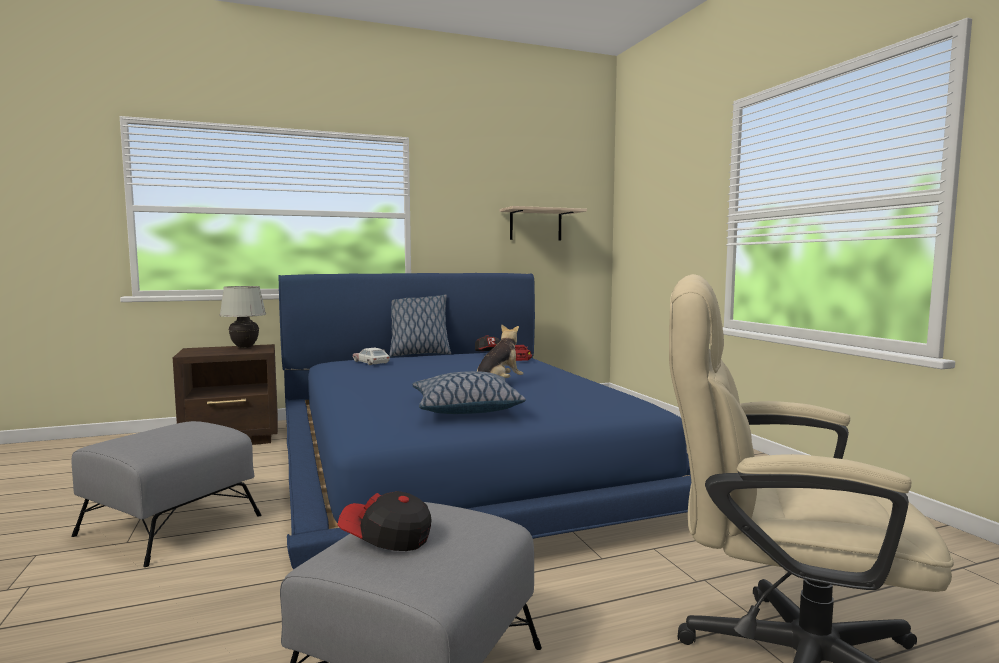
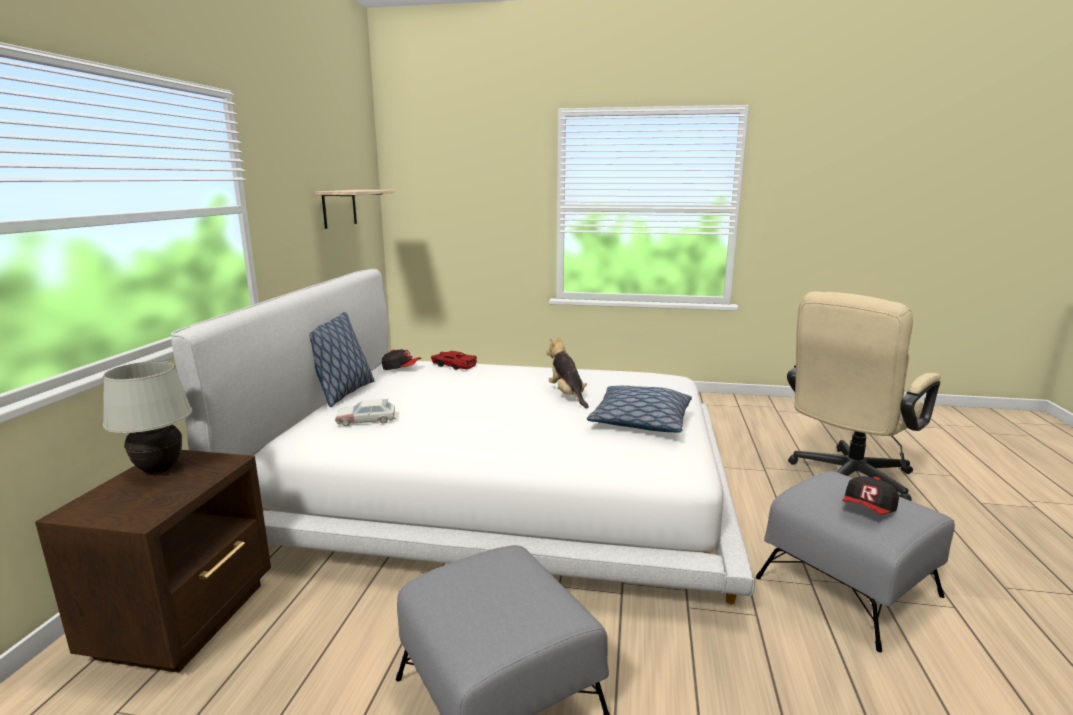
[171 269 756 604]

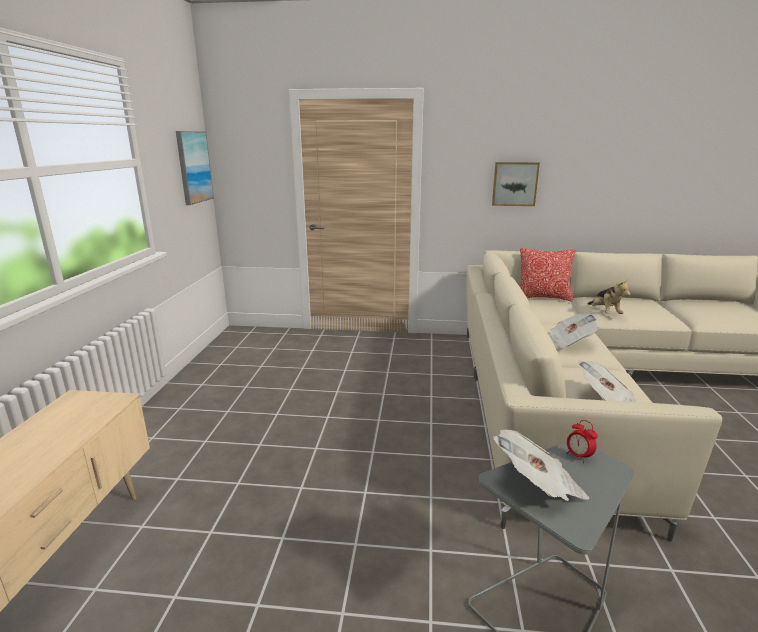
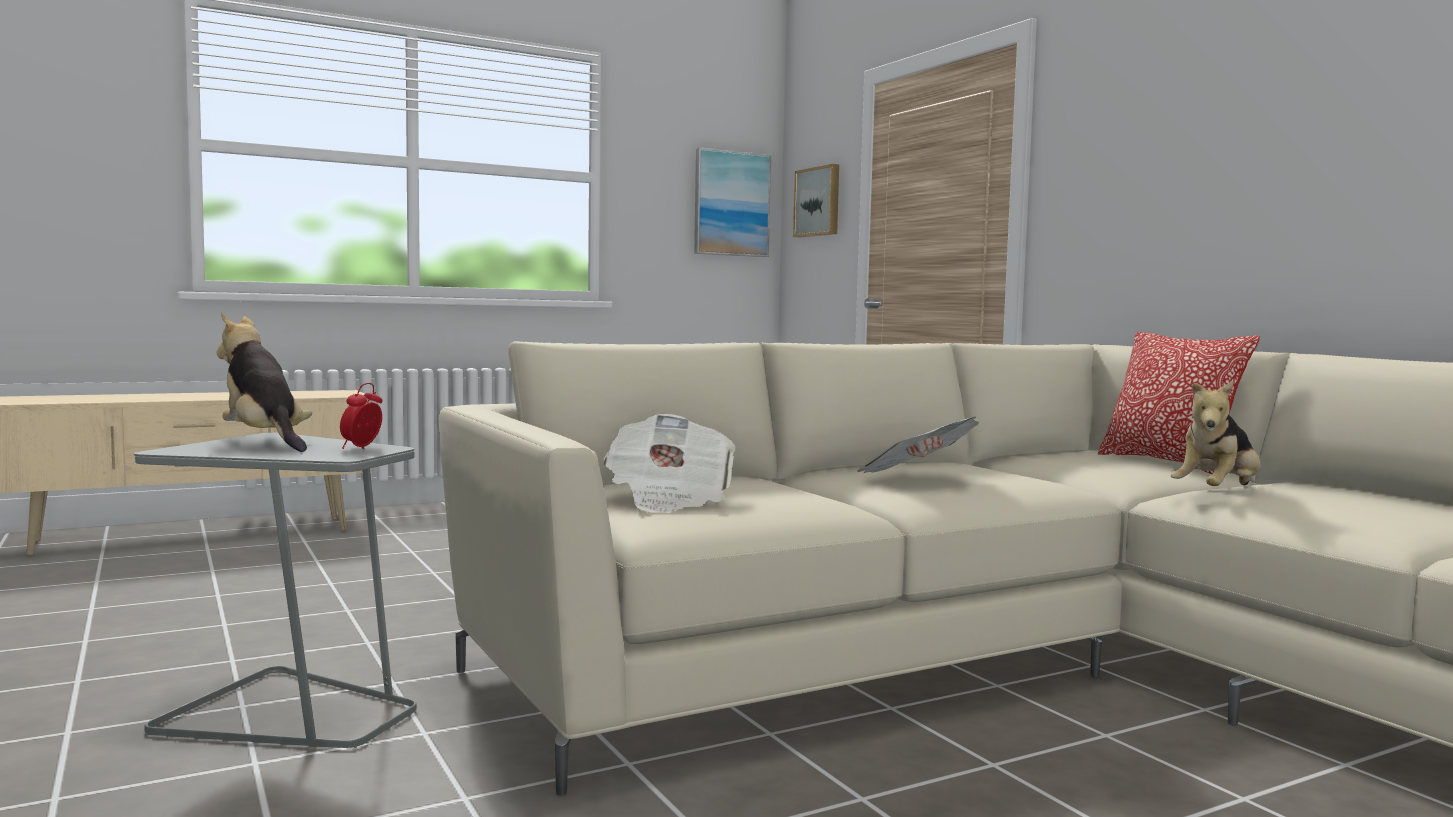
[793 164 839 237]
[216 313 312 452]

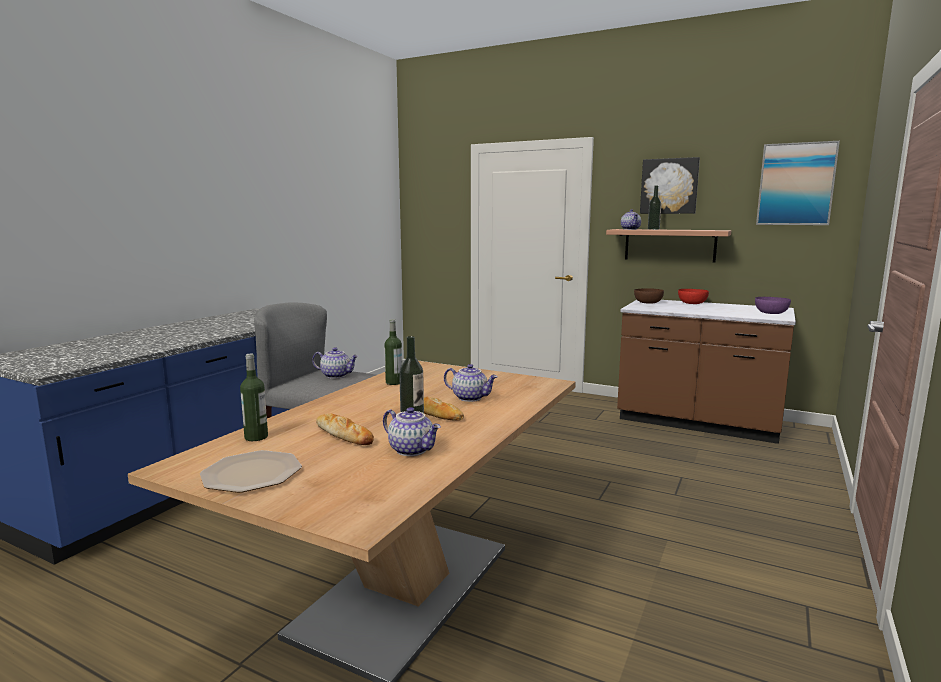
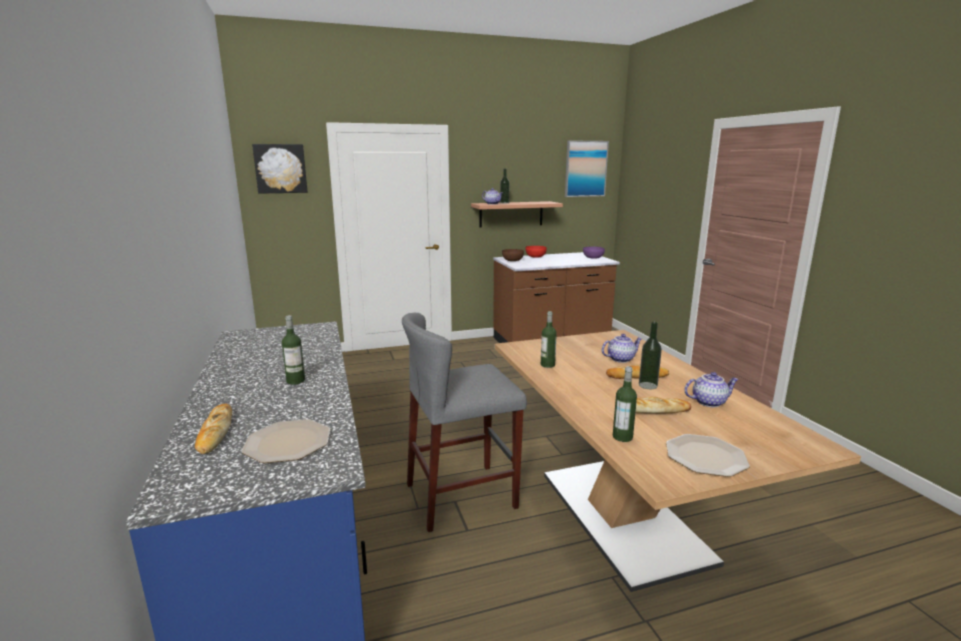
[312 347 359 379] (first image)
[195 404 232 454]
[242 419 330 463]
[282 315 305 385]
[252 144 308 194]

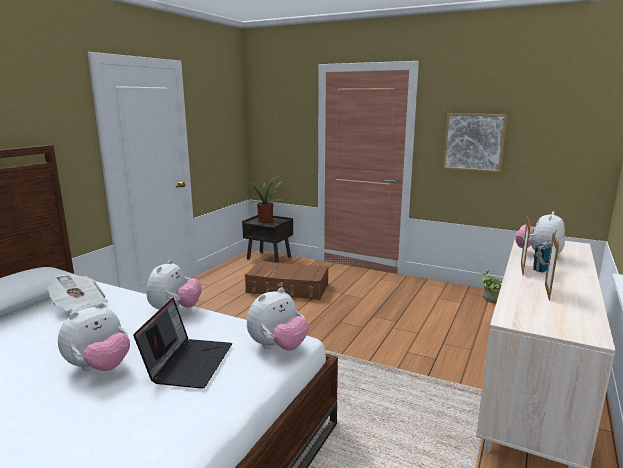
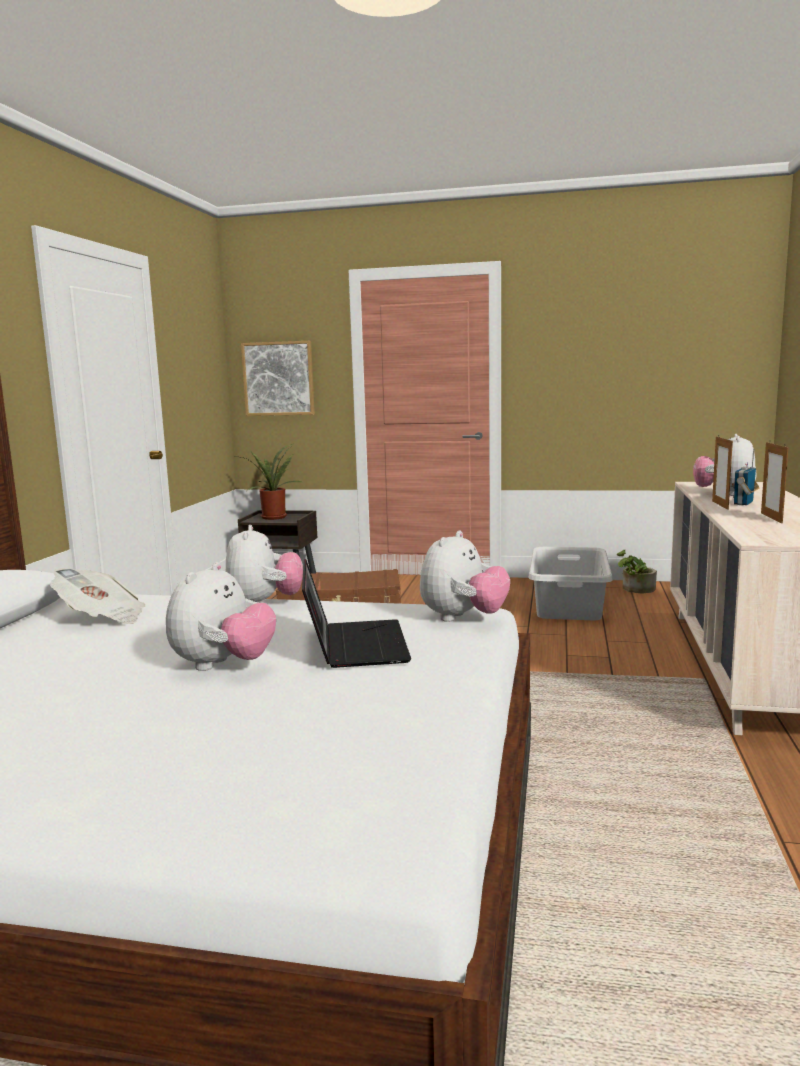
[528 547 613 620]
[241 341 315 416]

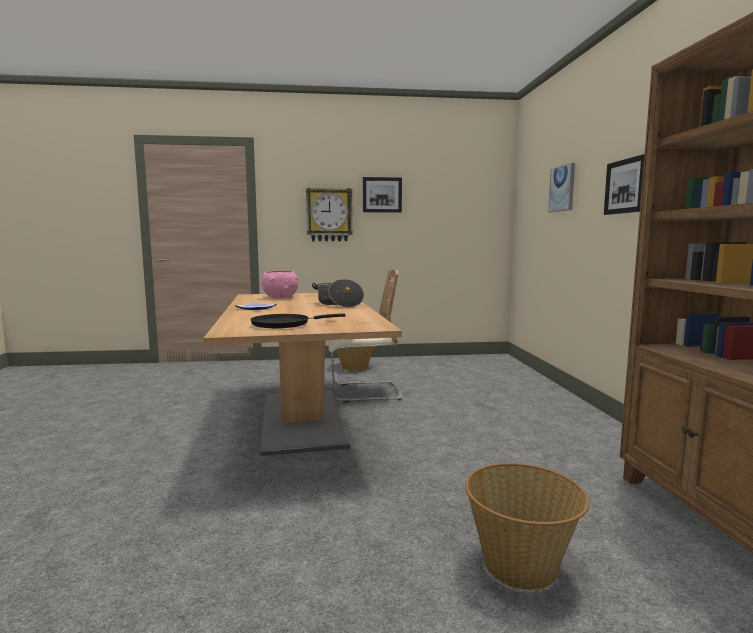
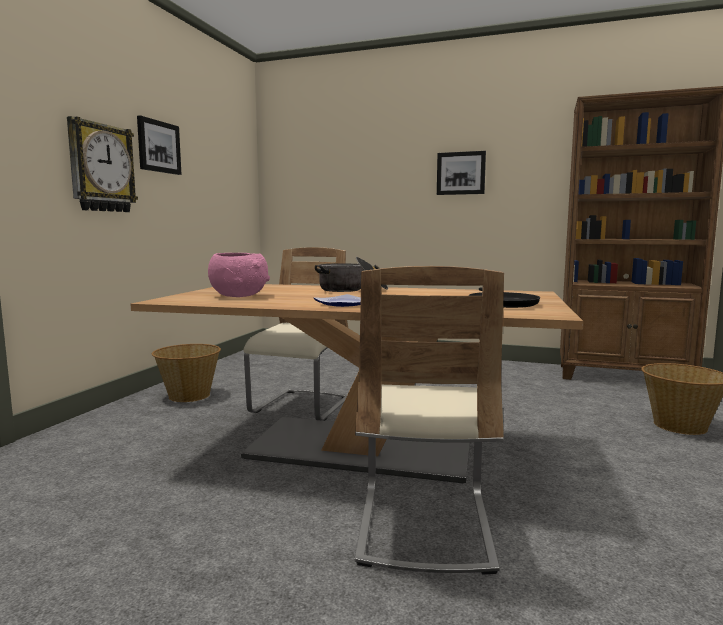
[548 163 575 213] (first image)
[355 266 504 575]

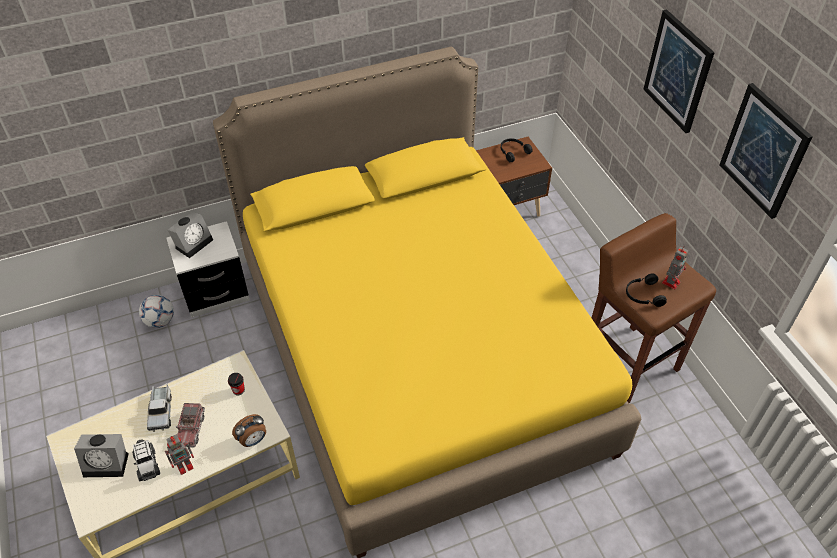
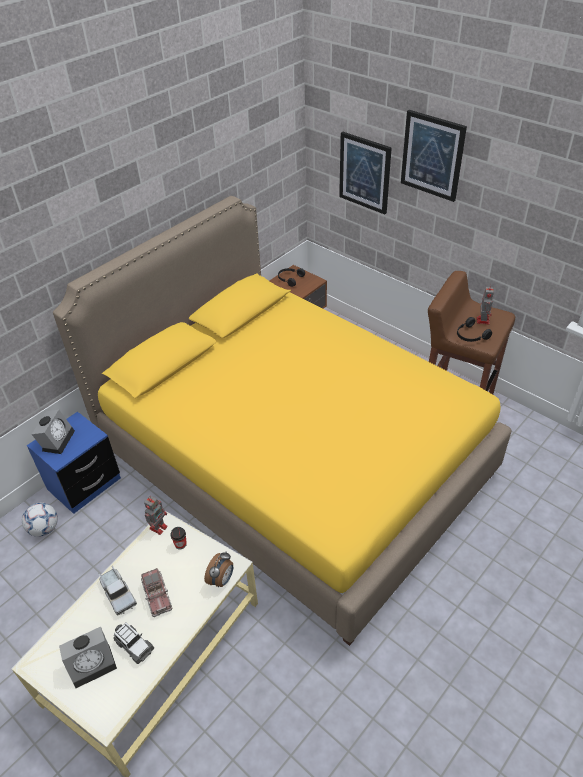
[144 496 168 535]
[339 132 392 214]
[27 412 121 514]

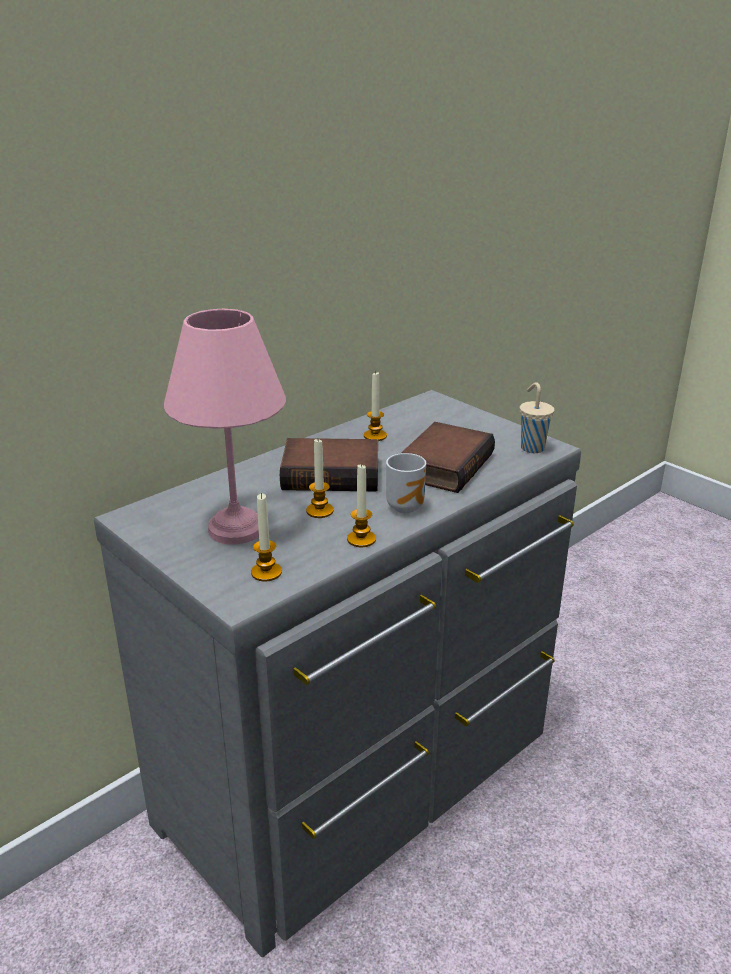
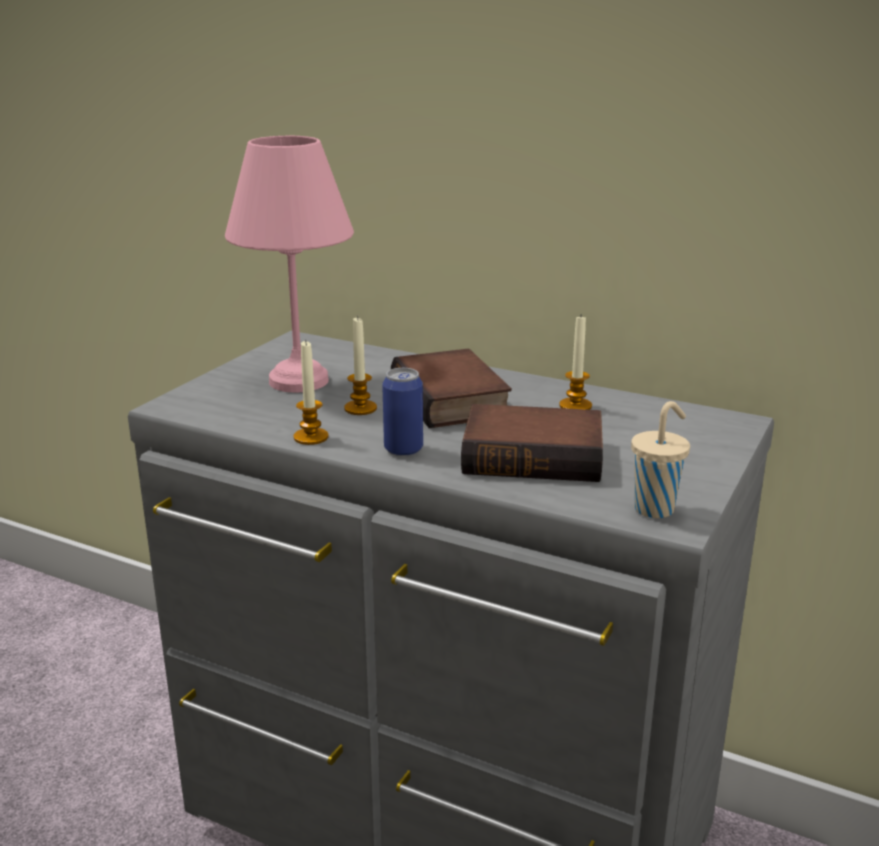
[251 493 282 582] (first image)
[382 368 423 456]

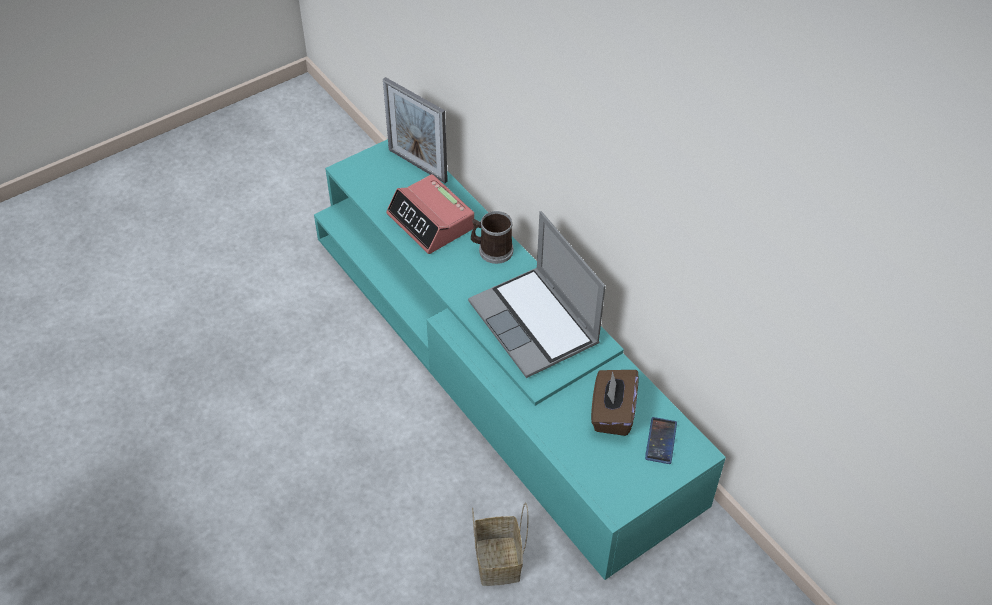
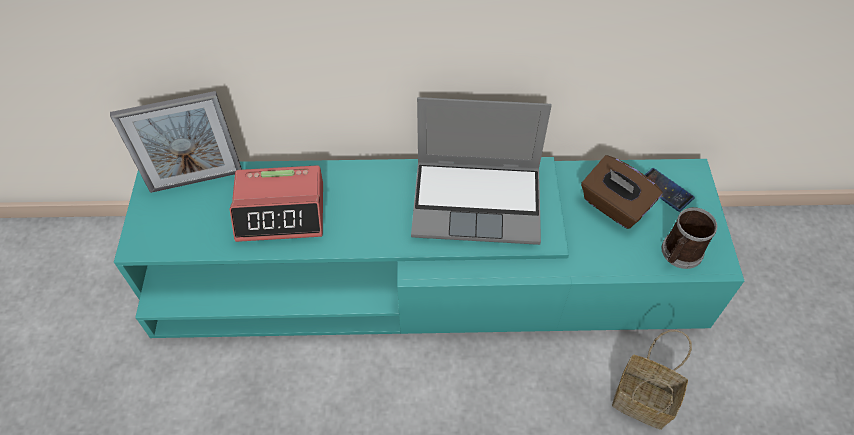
[662 207 717 269]

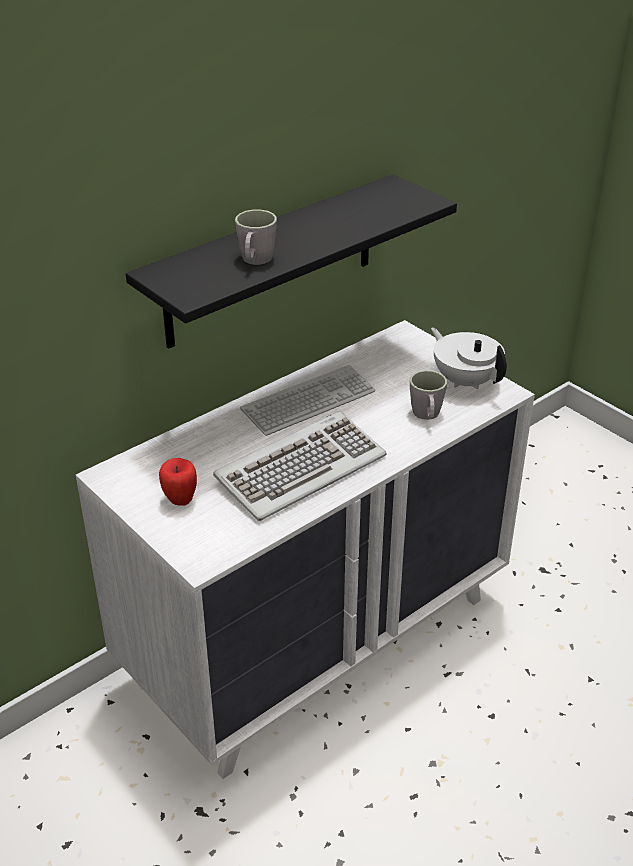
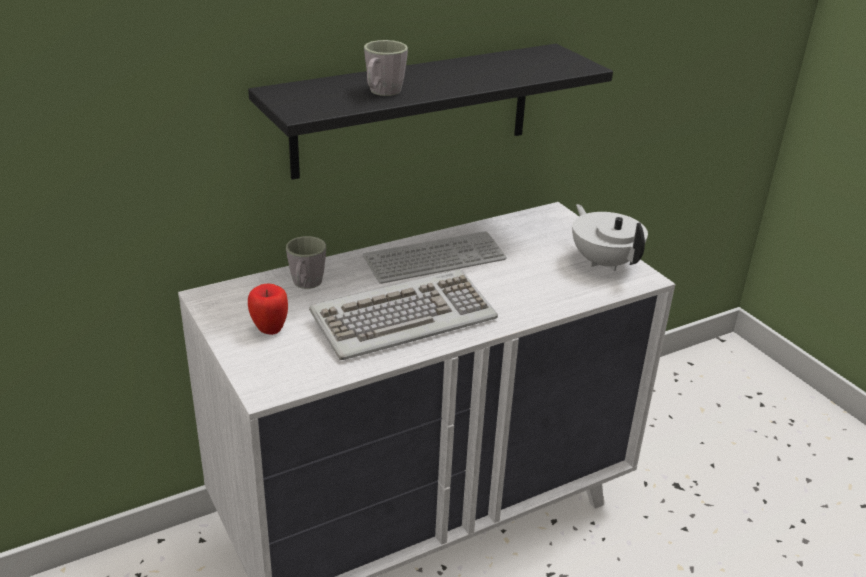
[286 236 326 289]

